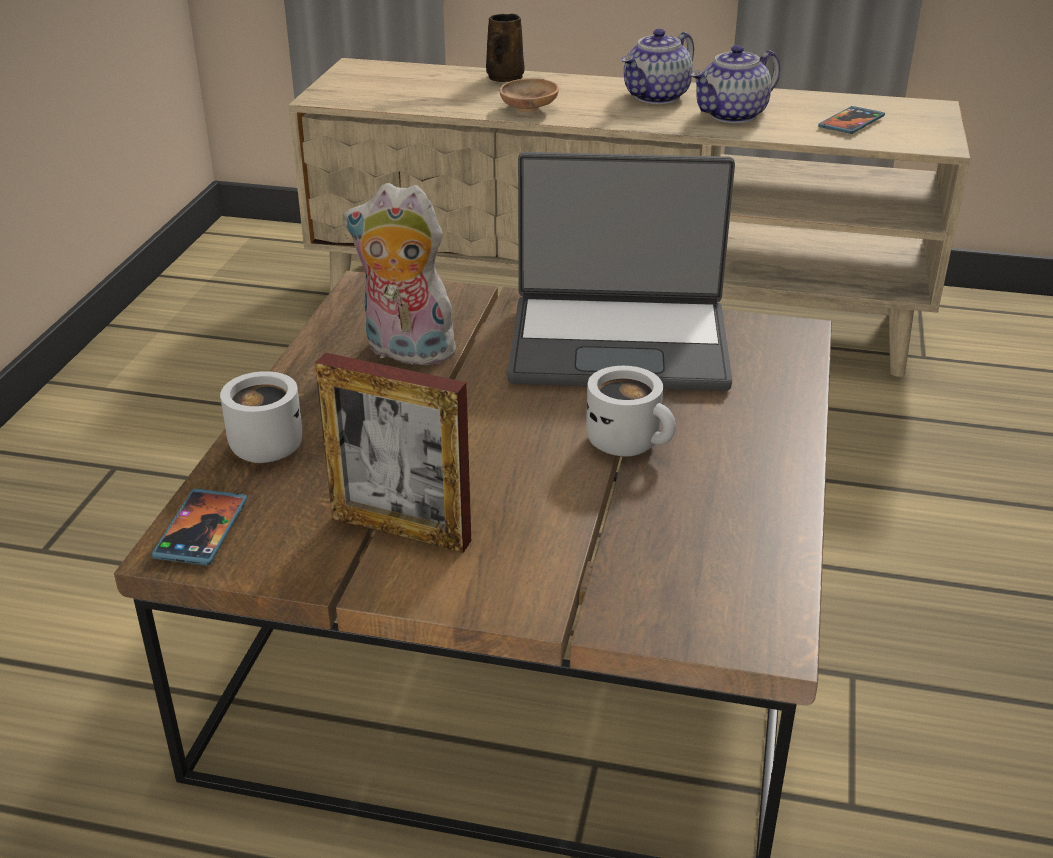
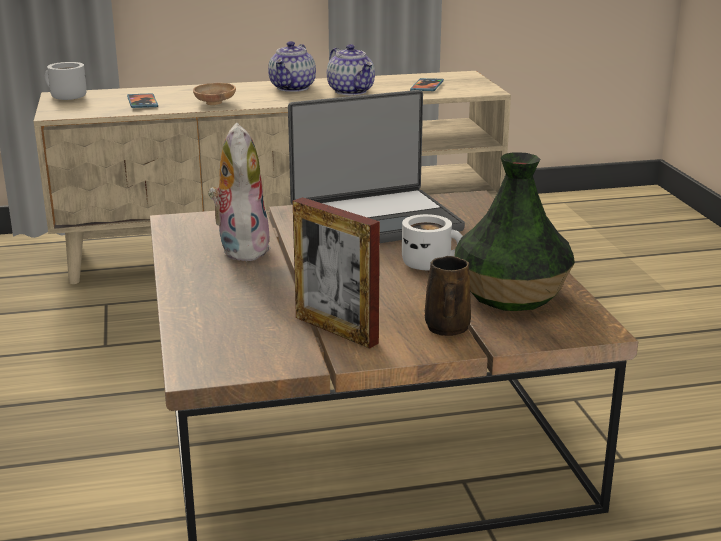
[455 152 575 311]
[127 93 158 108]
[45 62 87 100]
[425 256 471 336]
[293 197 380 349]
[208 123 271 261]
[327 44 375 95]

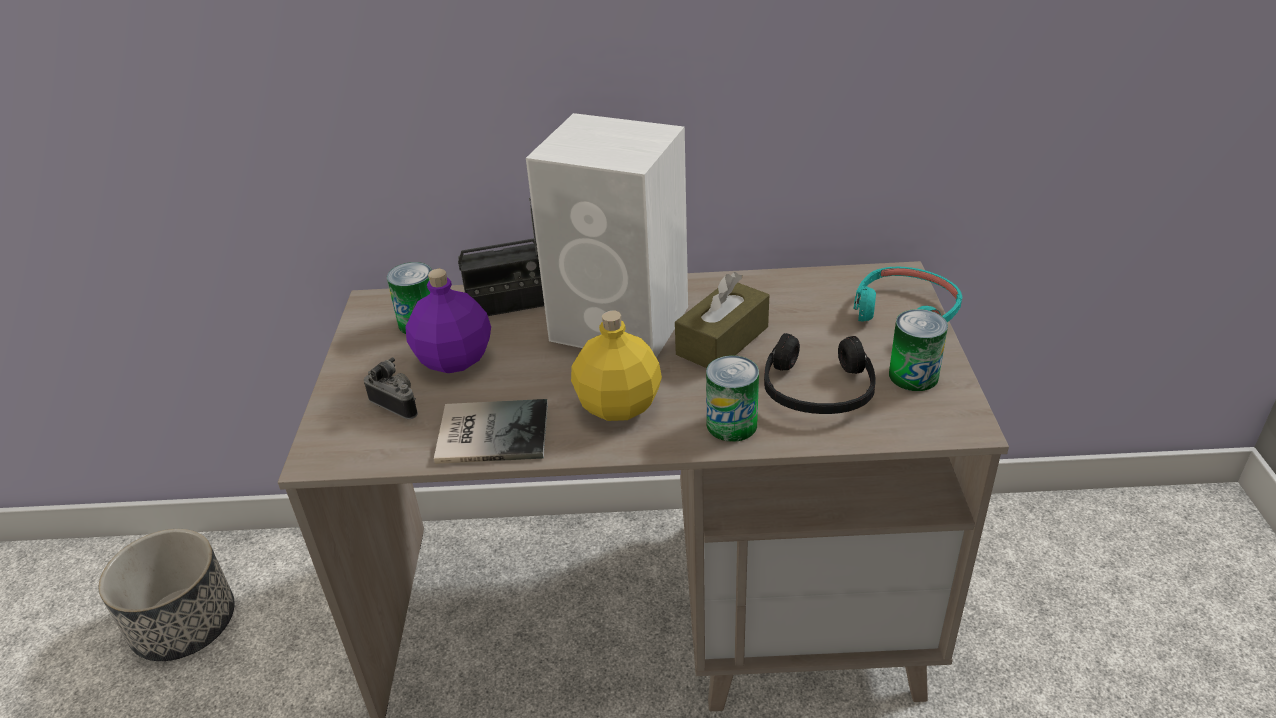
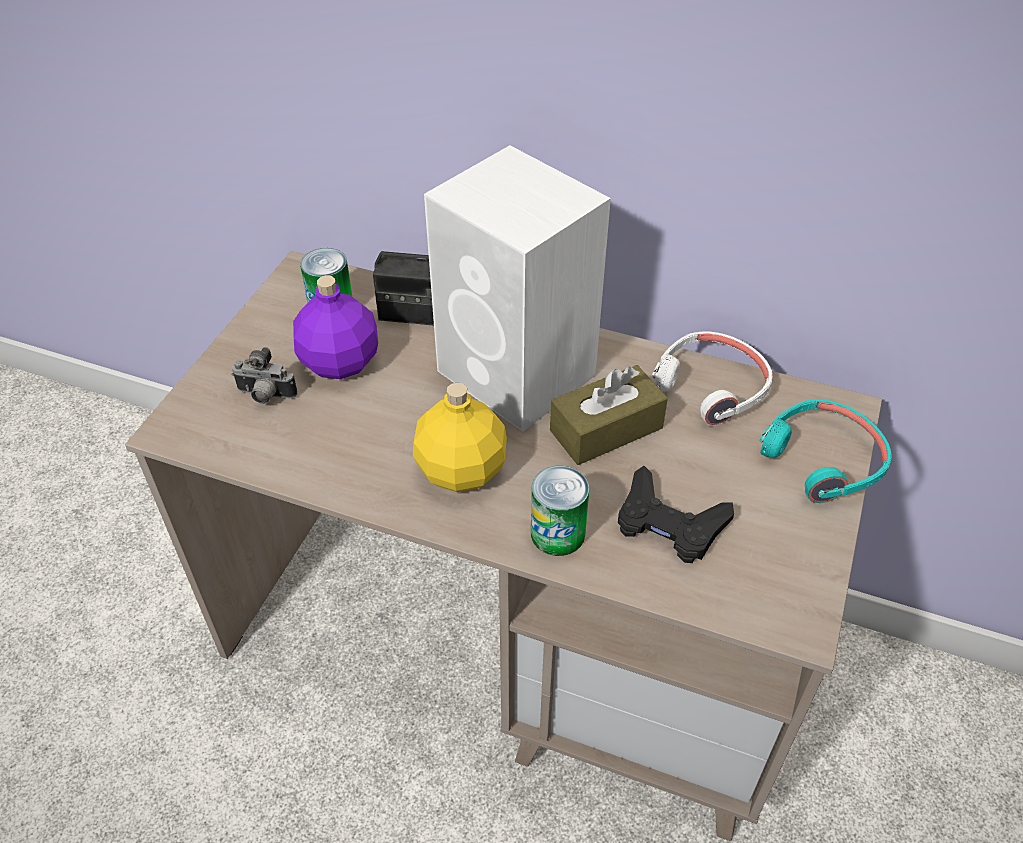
[99 529 235 661] (first image)
[434 399 548 464] (first image)
[889 309 948 391] (first image)
[652 331 772 426]
[618 466 734 563]
[231 347 298 404]

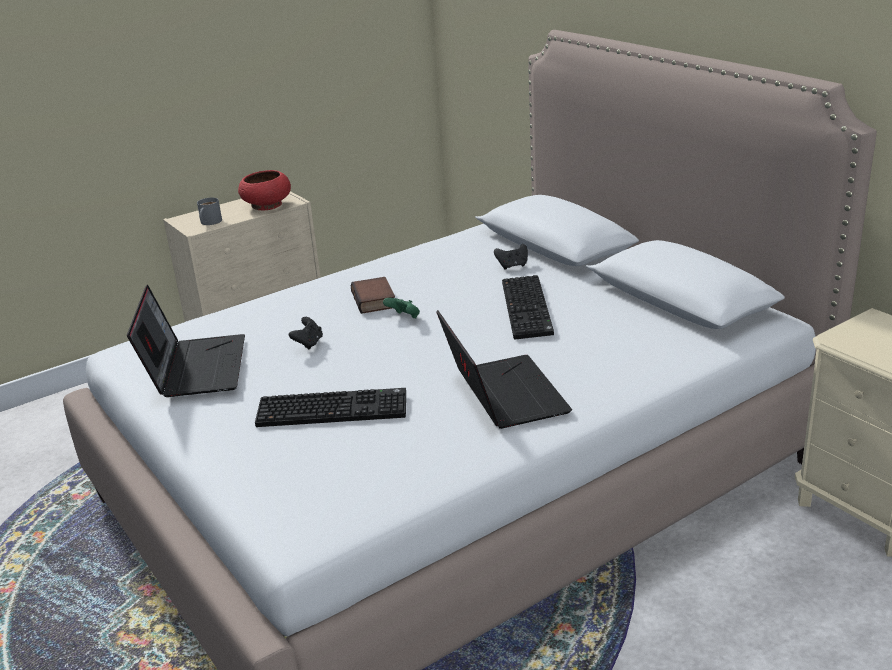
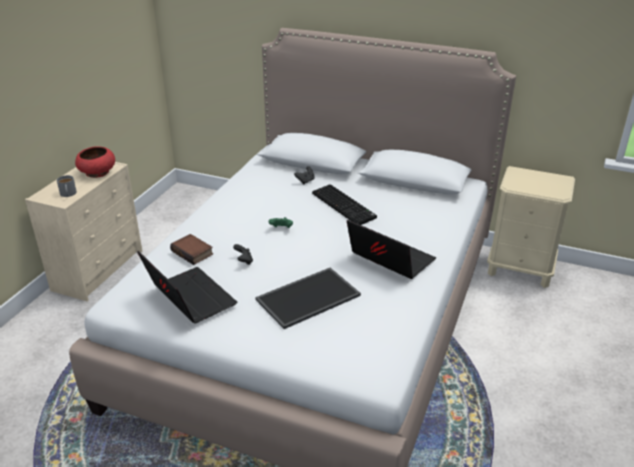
[170 234 213 265]
[255 268 361 329]

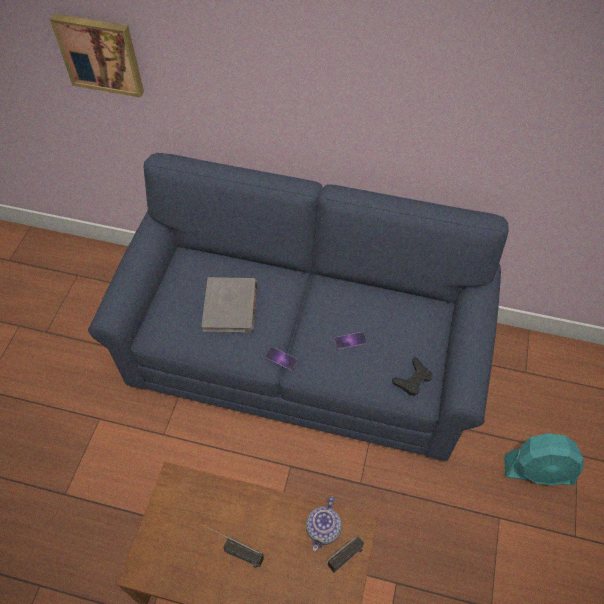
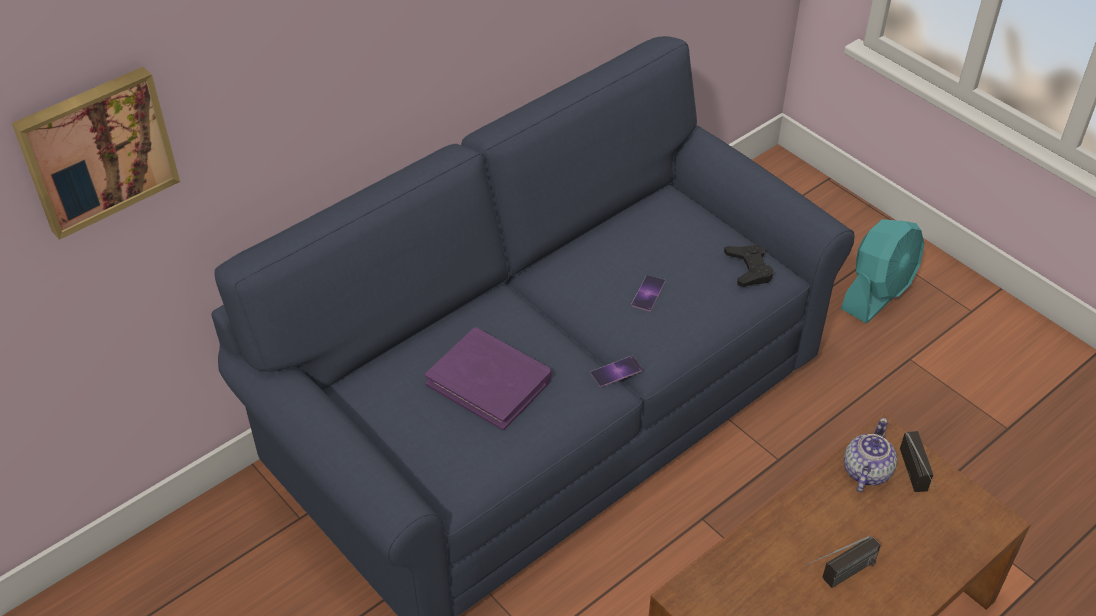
[425 327 552 431]
[844 418 897 492]

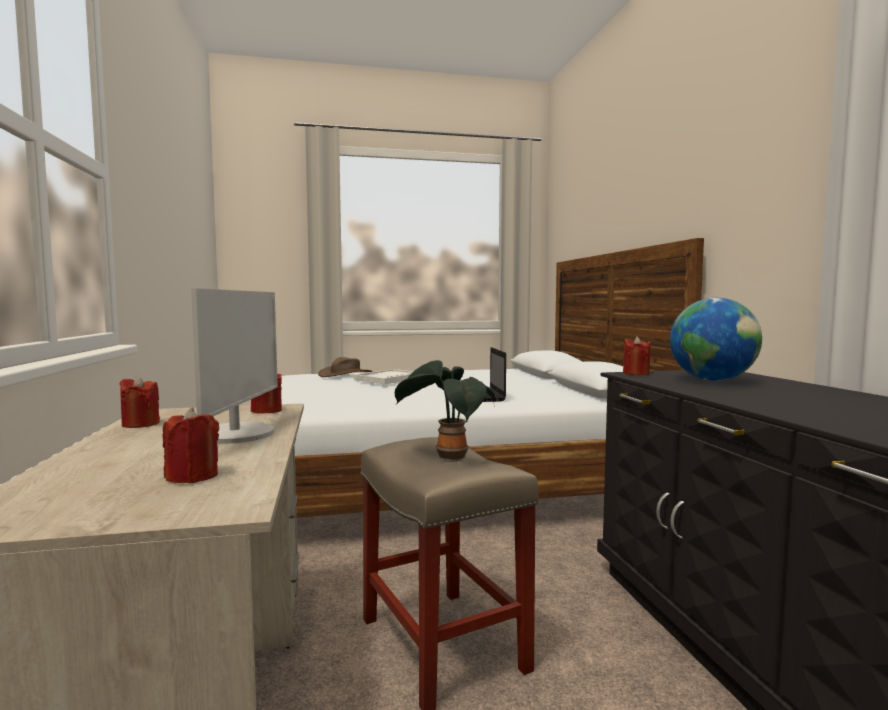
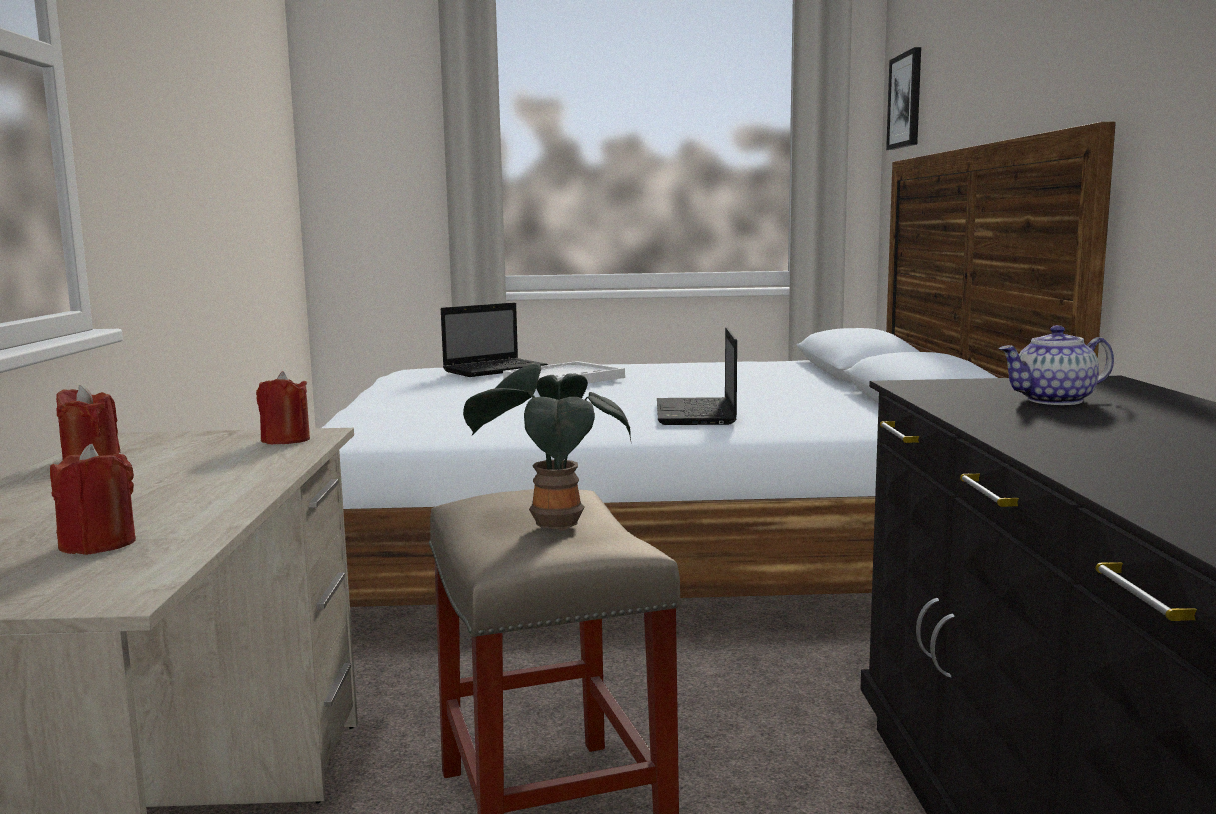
[191 288 278 444] (first image)
[623 336 650 375] (first image)
[886 47 921 150]
[441 303 548 377]
[999 325 1114 405]

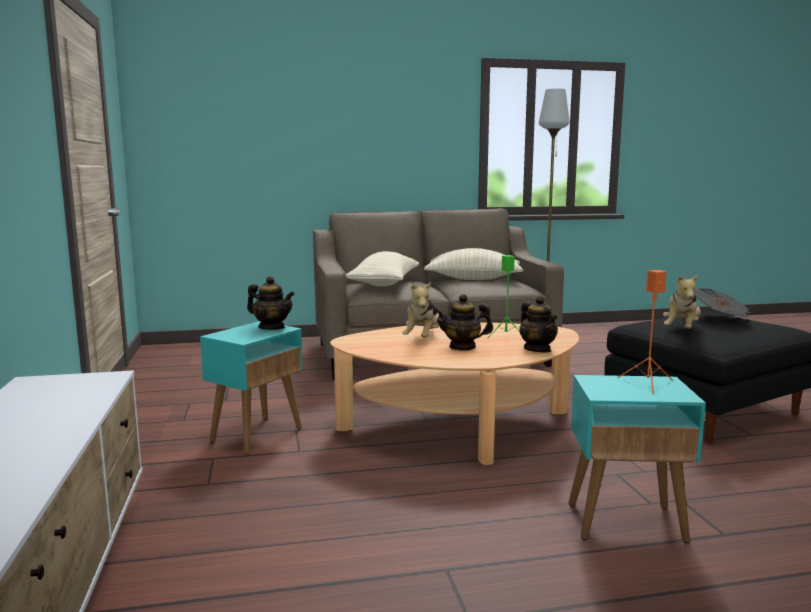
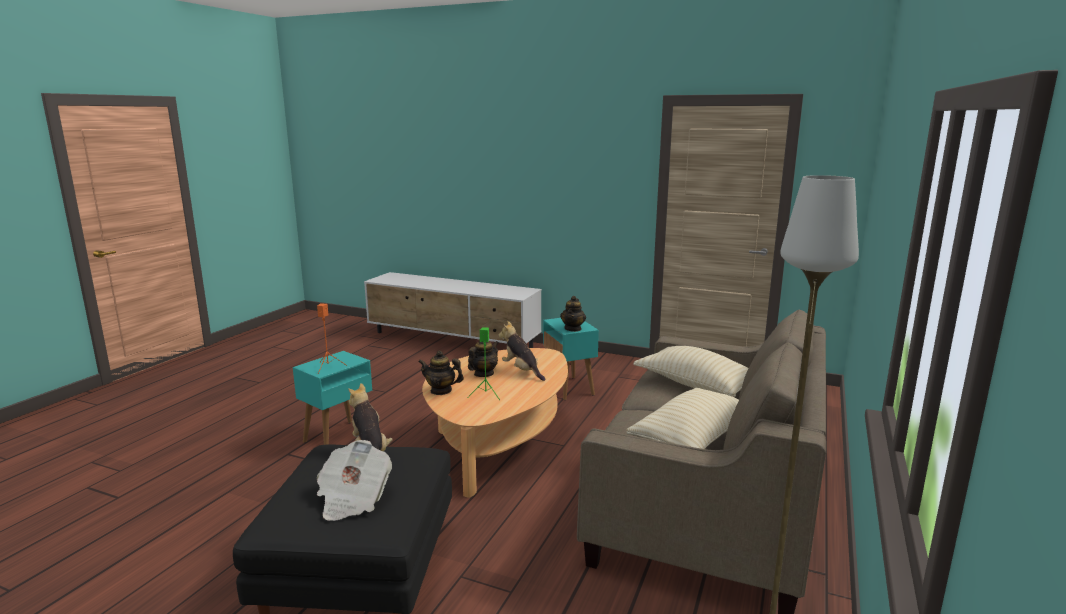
[560 296 586 332]

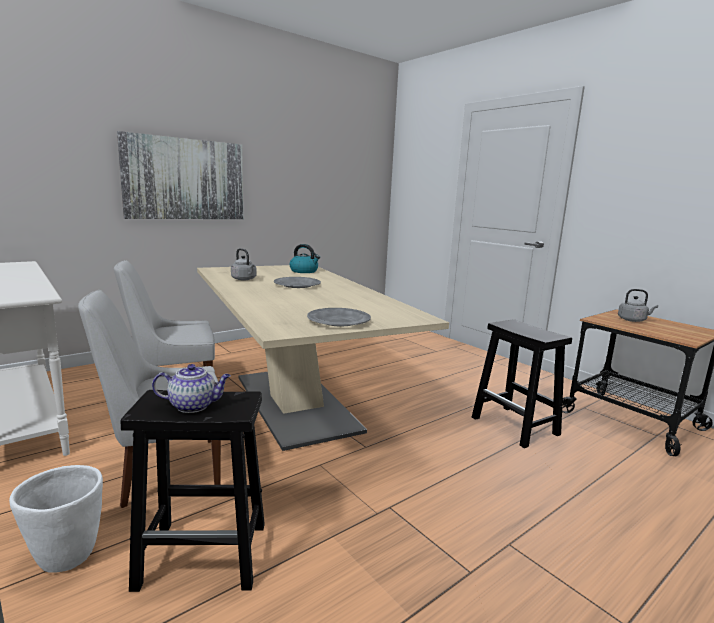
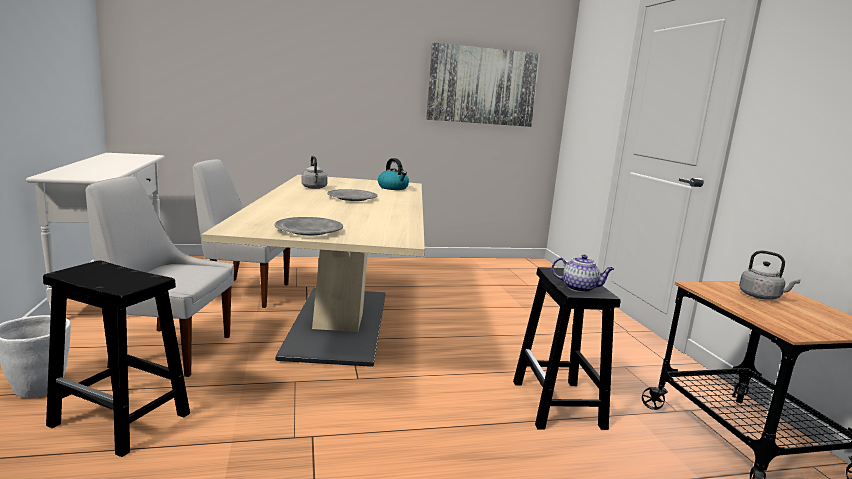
[426 42 540 127]
[552 255 614 292]

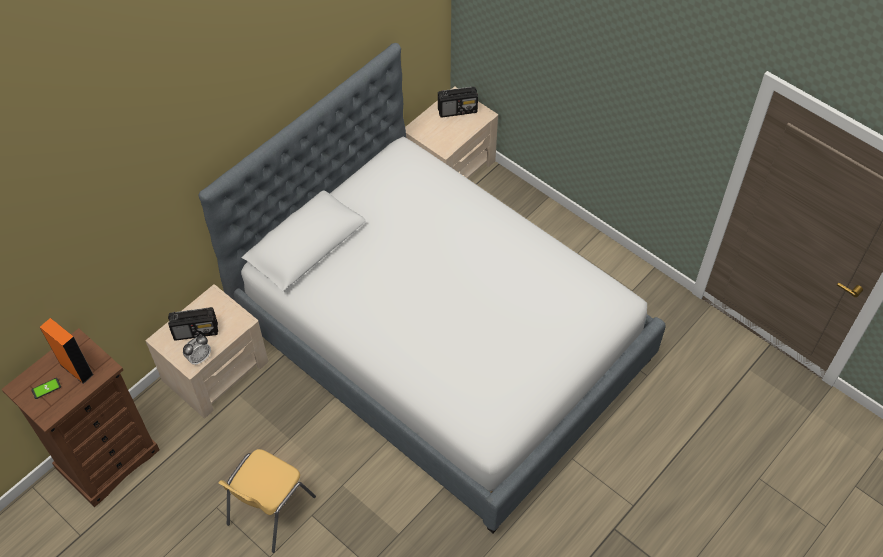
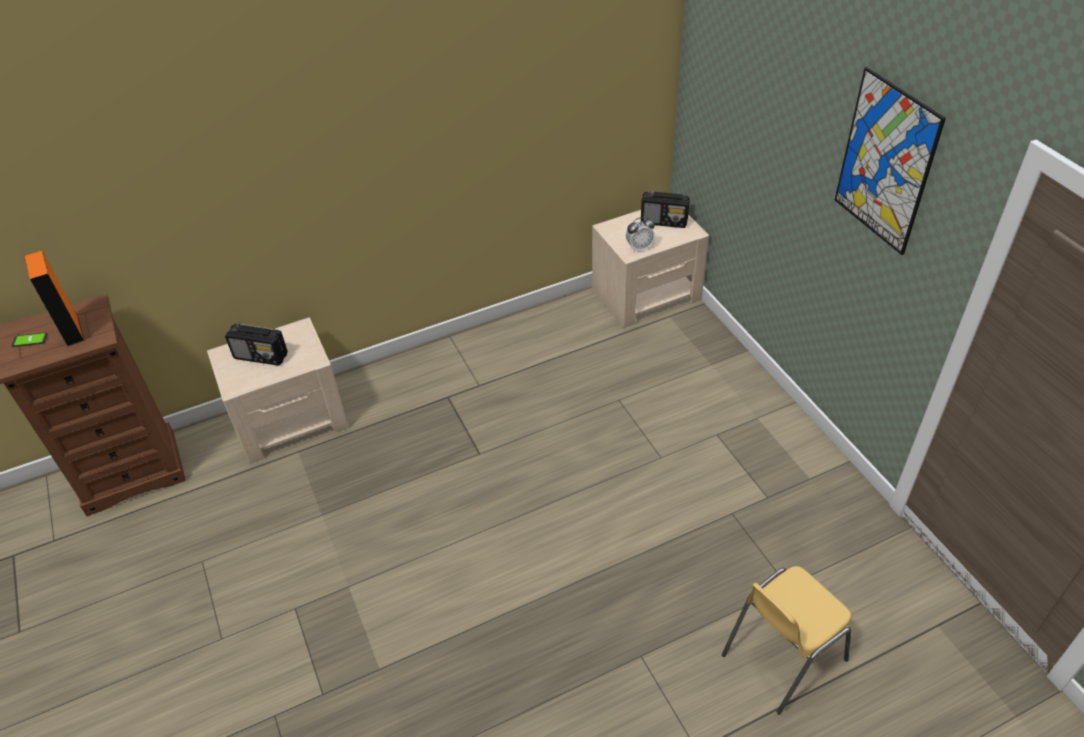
[199 43 666 533] (first image)
[835 67 946 255]
[626 217 655 252]
[722 566 852 714]

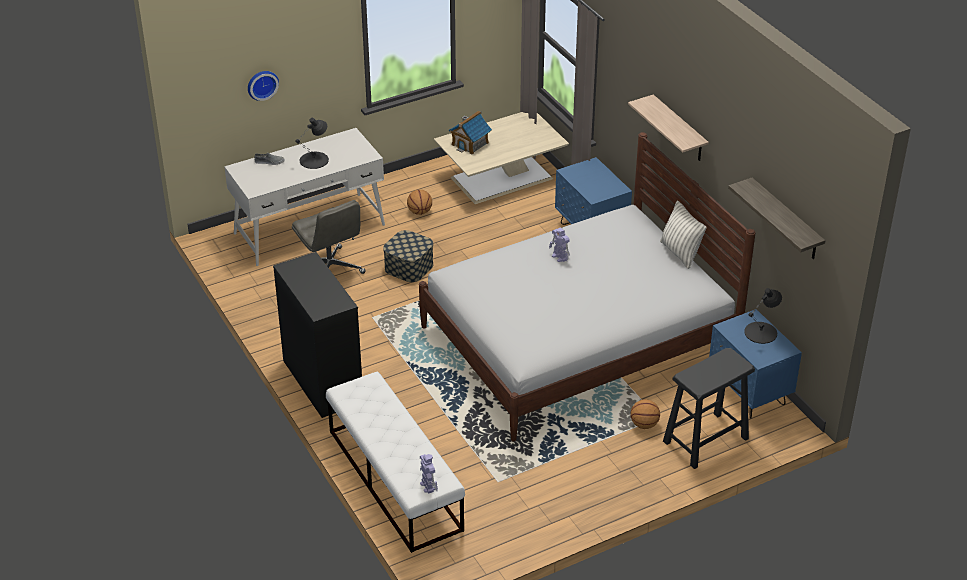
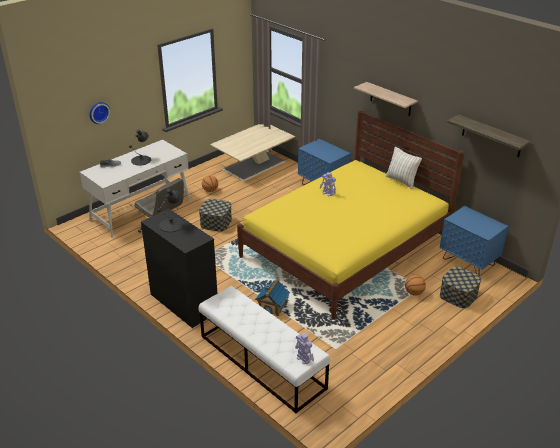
[255 279 290 316]
[157 189 184 232]
[440 267 481 308]
[237 110 464 319]

